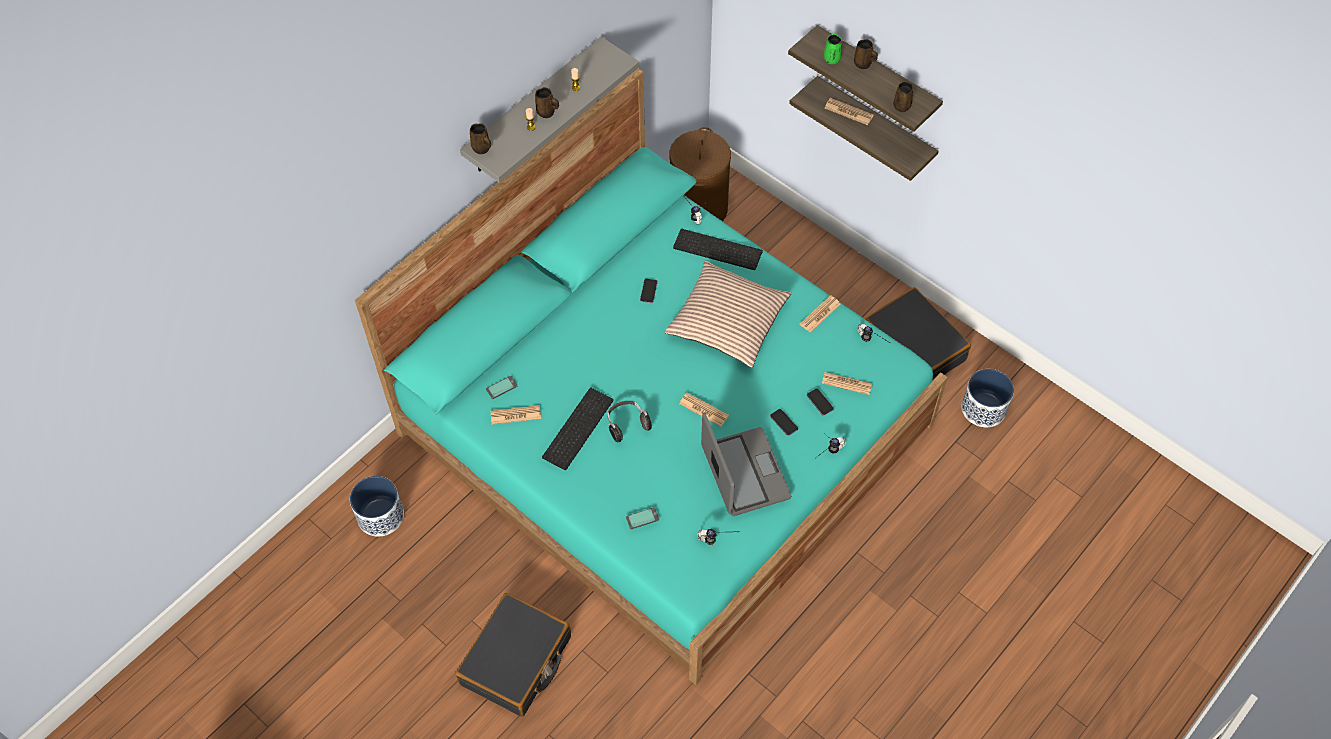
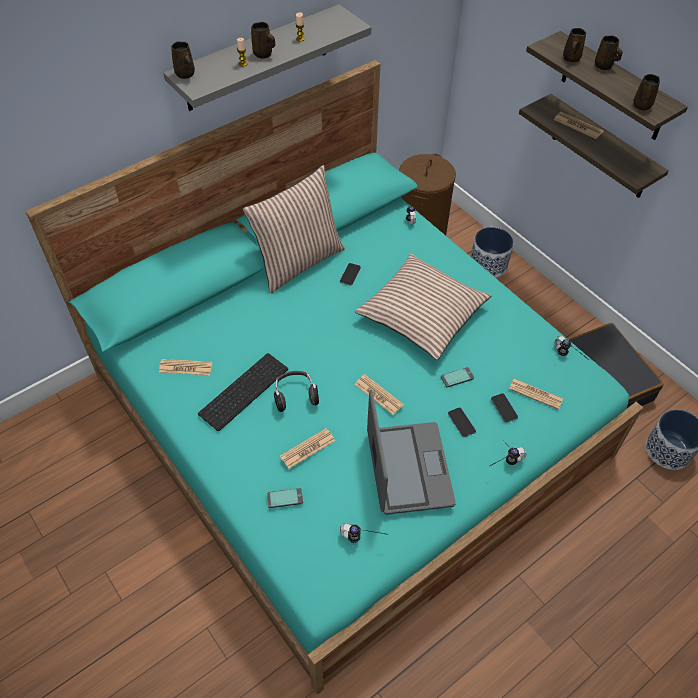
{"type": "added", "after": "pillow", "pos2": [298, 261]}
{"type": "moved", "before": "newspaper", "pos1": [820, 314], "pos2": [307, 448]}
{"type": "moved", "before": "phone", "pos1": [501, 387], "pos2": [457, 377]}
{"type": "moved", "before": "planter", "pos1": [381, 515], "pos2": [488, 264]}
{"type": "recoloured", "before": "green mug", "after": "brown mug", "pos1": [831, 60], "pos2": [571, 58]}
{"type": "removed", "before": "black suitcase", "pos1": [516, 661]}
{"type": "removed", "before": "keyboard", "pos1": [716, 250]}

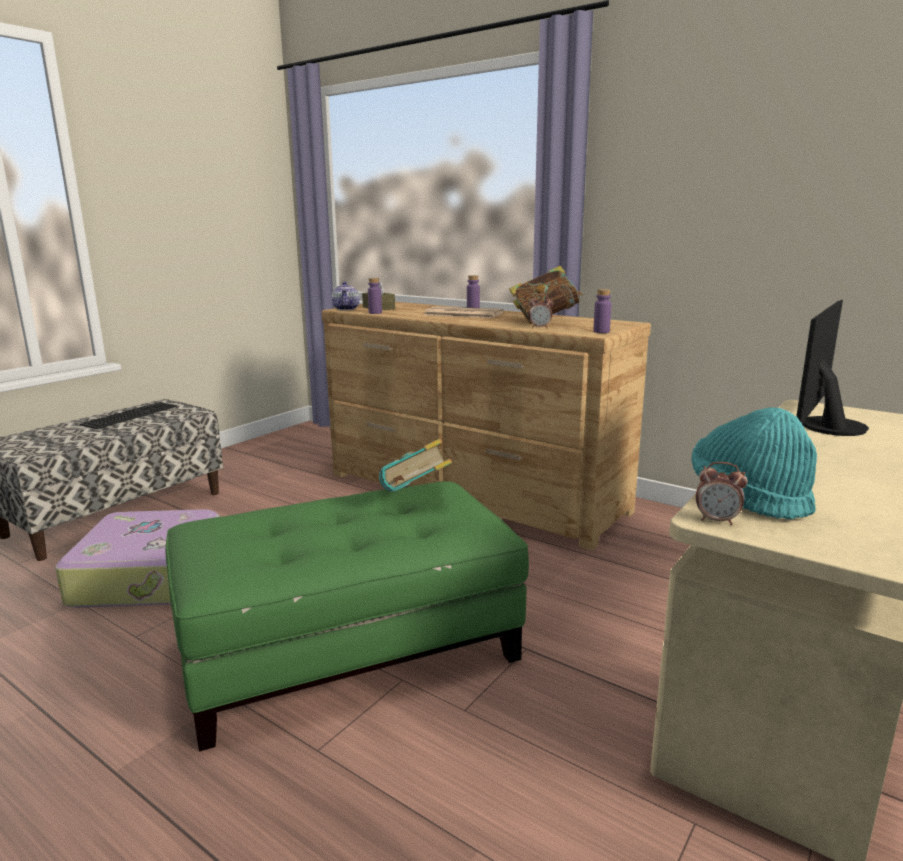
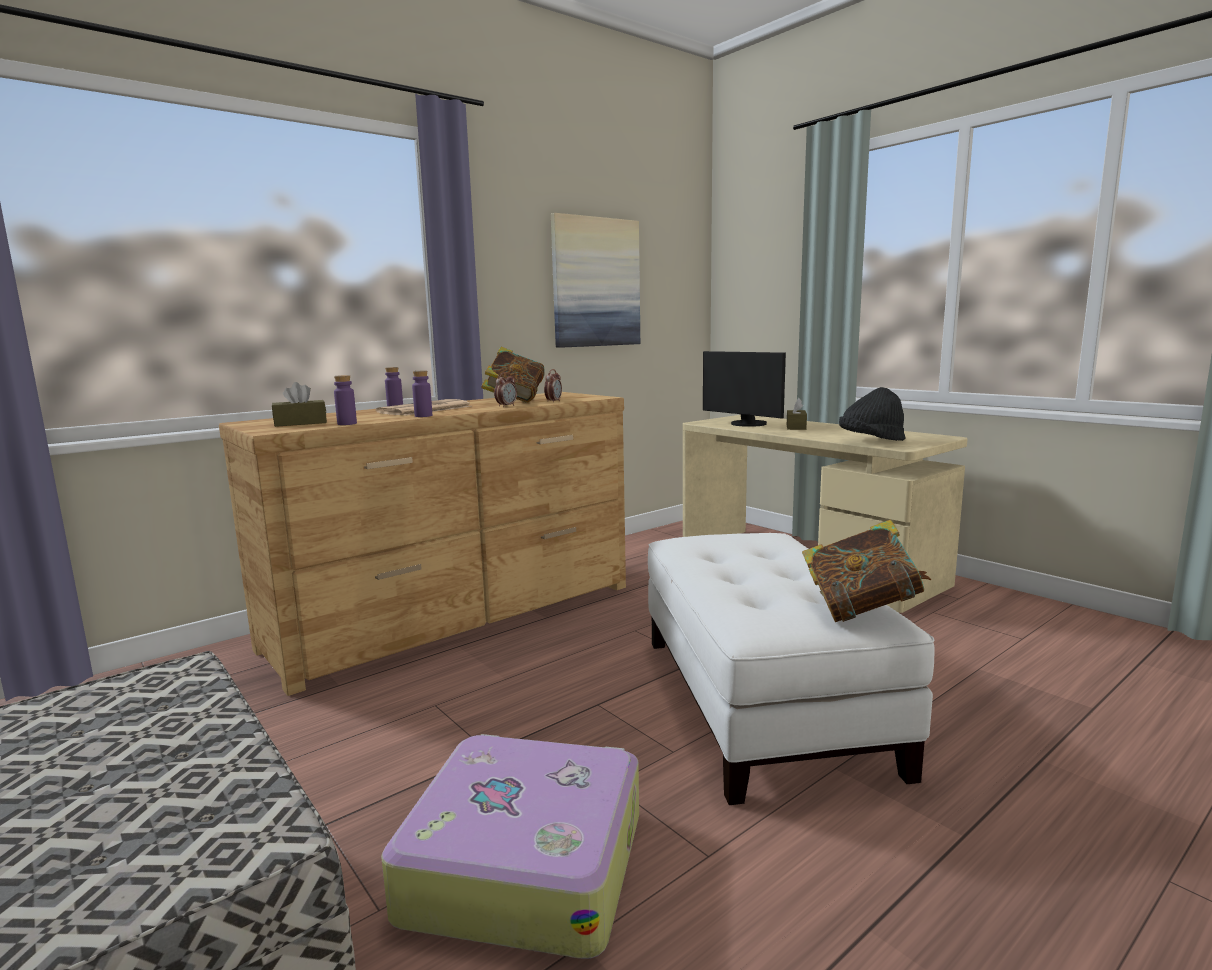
{"type": "moved", "before": "purple bottle", "pos1": [601, 332], "pos2": [423, 416]}
{"type": "moved", "before": "alarm clock", "pos1": [717, 520], "pos2": [506, 406]}
{"type": "added", "after": "picture", "pos2": [595, 283]}
{"type": "recoloured", "before": "green ottoman", "after": "white ottoman", "pos1": [351, 651], "pos2": [763, 700]}
{"type": "added", "after": "brown tissue box", "pos2": [796, 427]}
{"type": "moved", "before": "book", "pos1": [415, 498], "pos2": [861, 610]}
{"type": "recoloured", "before": "turquoise hat", "after": "black hat", "pos1": [748, 497], "pos2": [871, 441]}
{"type": "removed", "before": "keyboard", "pos1": [130, 414]}
{"type": "removed", "before": "teapot", "pos1": [346, 309]}

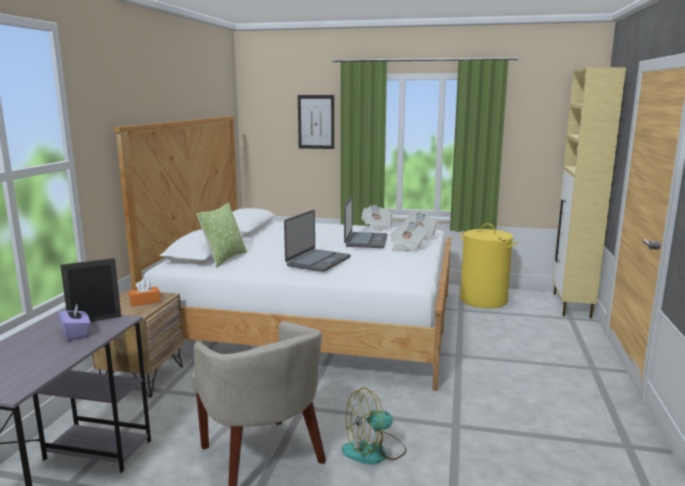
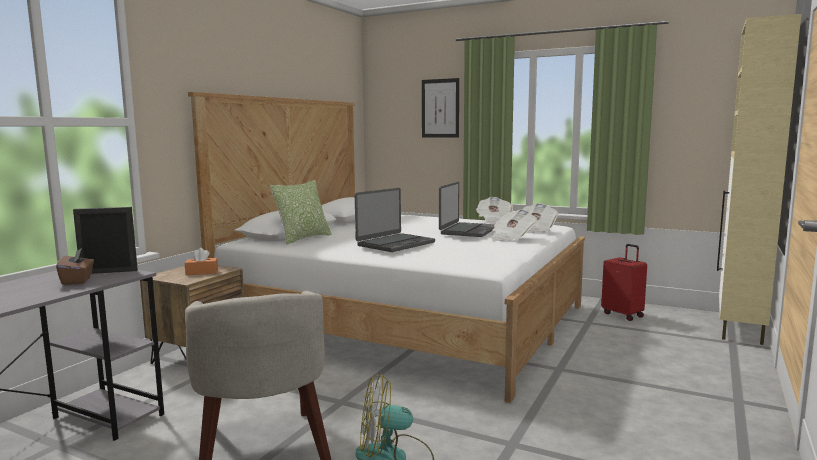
{"type": "recoloured", "before": "purple tissue box", "after": "brown tissue box", "pos1": [76, 333], "pos2": [77, 280]}
{"type": "replaced", "before": "yellow laundry basket", "after": "red suitcase", "pos1": [483, 300], "pos2": [623, 315]}

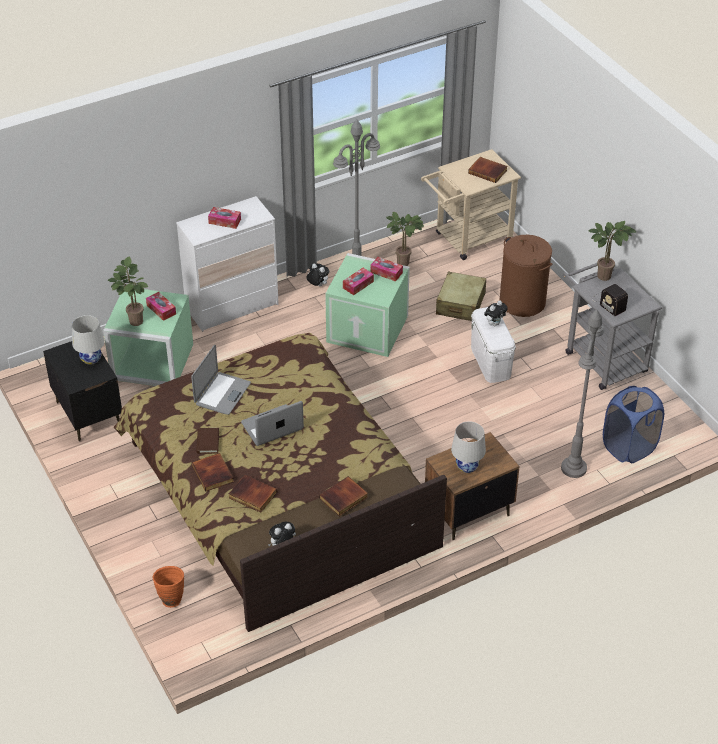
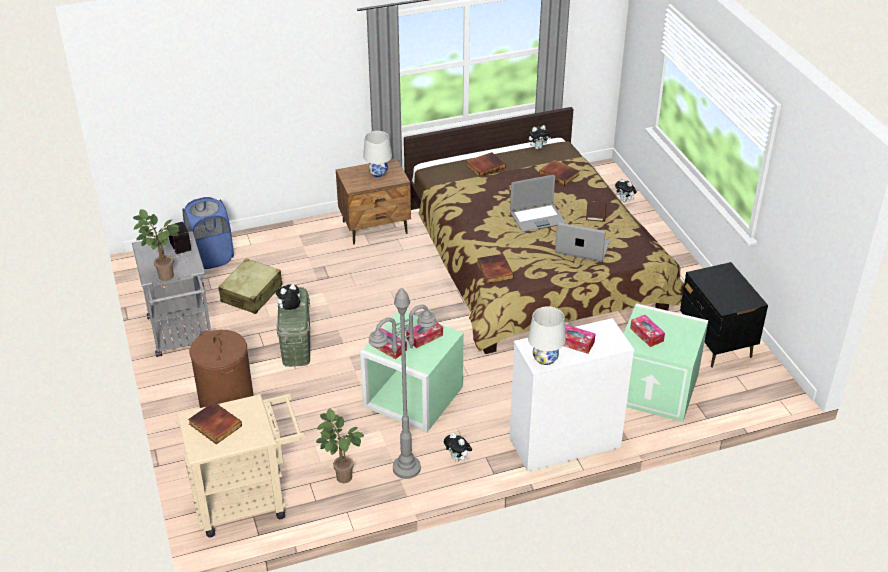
{"type": "moved", "before": "beige suitcase", "pos1": [460, 304], "pos2": [252, 294]}
{"type": "recoloured", "before": "white storage box", "after": "green storage box", "pos1": [490, 362], "pos2": [296, 345]}
{"type": "moved", "before": "book", "pos1": [213, 474], "pos2": [494, 270]}
{"type": "moved", "before": "white table lamp", "pos1": [91, 359], "pos2": [545, 358]}
{"type": "turned", "before": "laptop", "pos1": [222, 394], "pos2": [582, 248], "turn": 75}
{"type": "replaced", "before": "orange vase", "after": "plush toy", "pos1": [170, 598], "pos2": [624, 200]}
{"type": "removed", "before": "potted plant", "pos1": [133, 320]}
{"type": "removed", "before": "grey floor lamp", "pos1": [573, 468]}

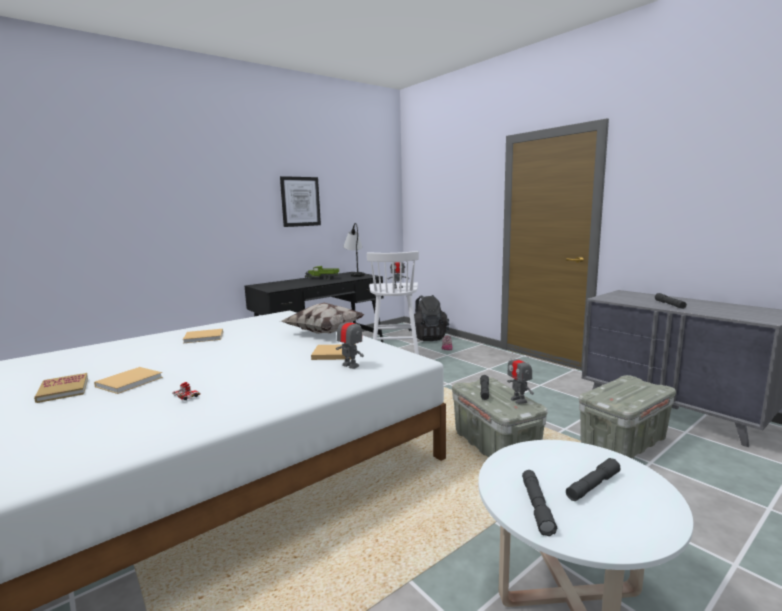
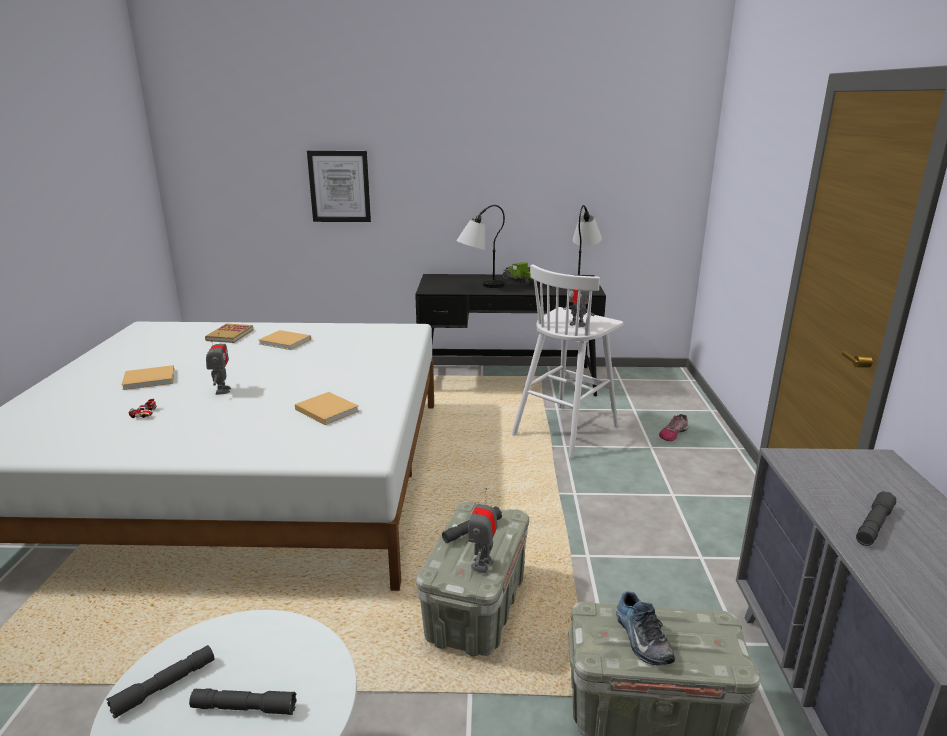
{"type": "moved", "before": "book", "pos1": [63, 390], "pos2": [230, 335]}
{"type": "moved", "before": "toy robot", "pos1": [350, 365], "pos2": [222, 390]}
{"type": "moved", "before": "picture", "pos1": [300, 201], "pos2": [339, 186]}
{"type": "added", "after": "table lamp", "pos2": [479, 286]}
{"type": "added", "after": "shoe", "pos2": [640, 638]}
{"type": "removed", "before": "pillow", "pos1": [324, 331]}
{"type": "removed", "before": "black backpack", "pos1": [428, 337]}

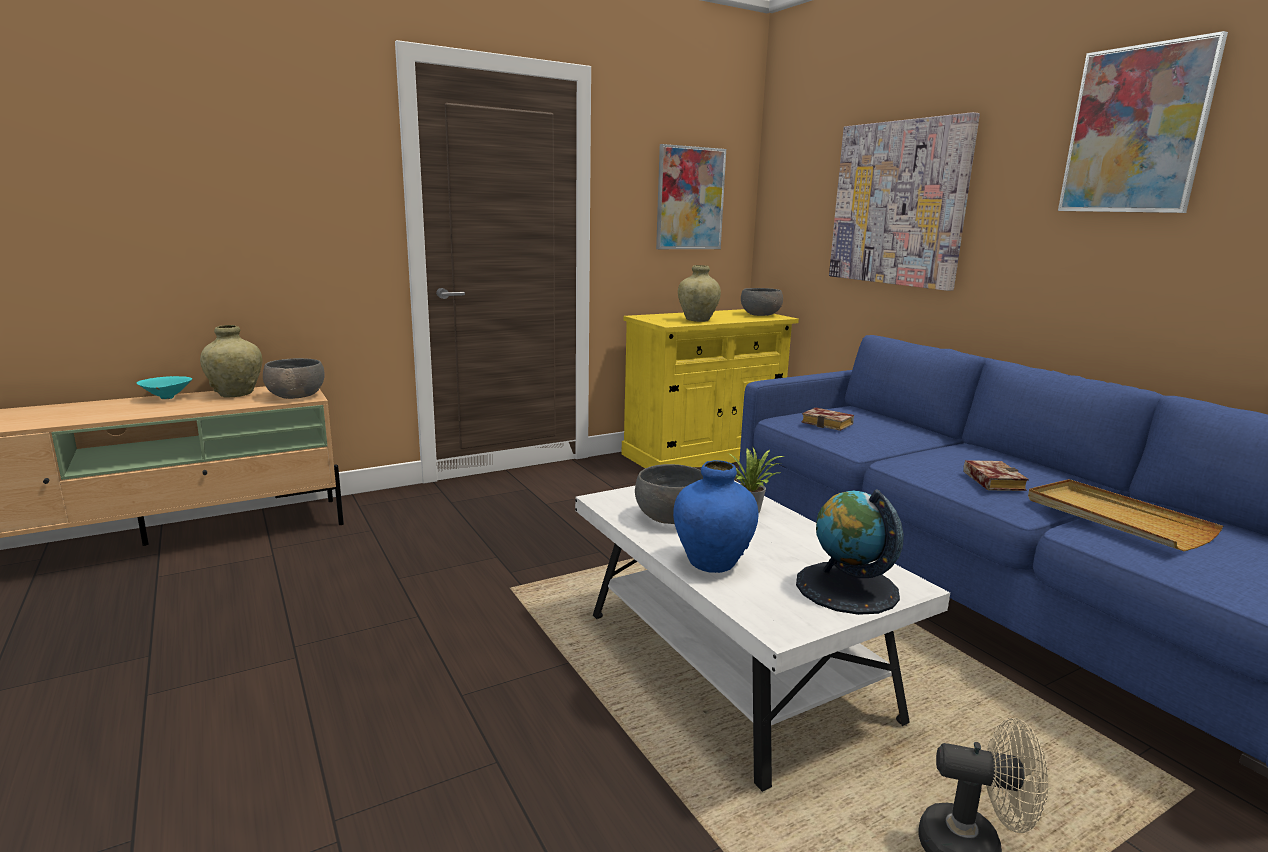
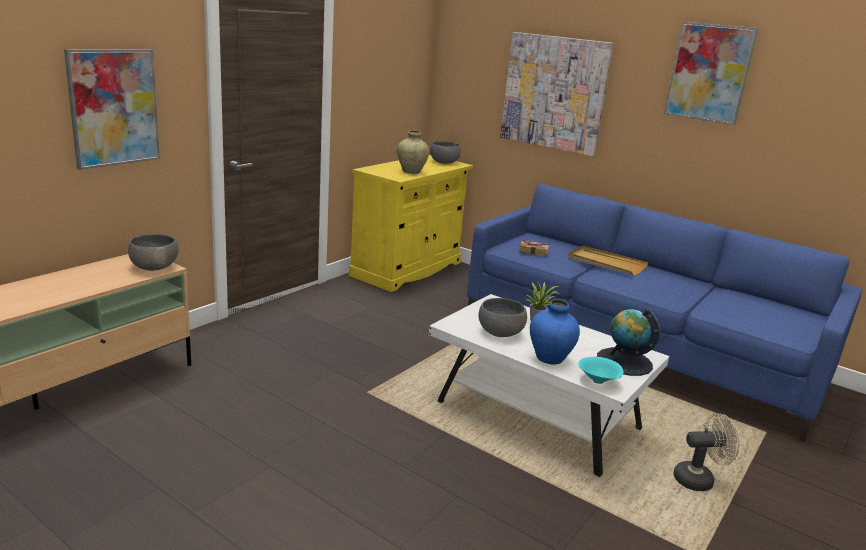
{"type": "moved", "before": "picture", "pos1": [690, 198], "pos2": [114, 107]}
{"type": "moved", "before": "beige tray", "pos1": [1115, 518], "pos2": [606, 263]}
{"type": "moved", "before": "turquoise bowl", "pos1": [166, 398], "pos2": [598, 381]}
{"type": "removed", "before": "beige vase", "pos1": [236, 394]}
{"type": "removed", "before": "book", "pos1": [990, 480]}

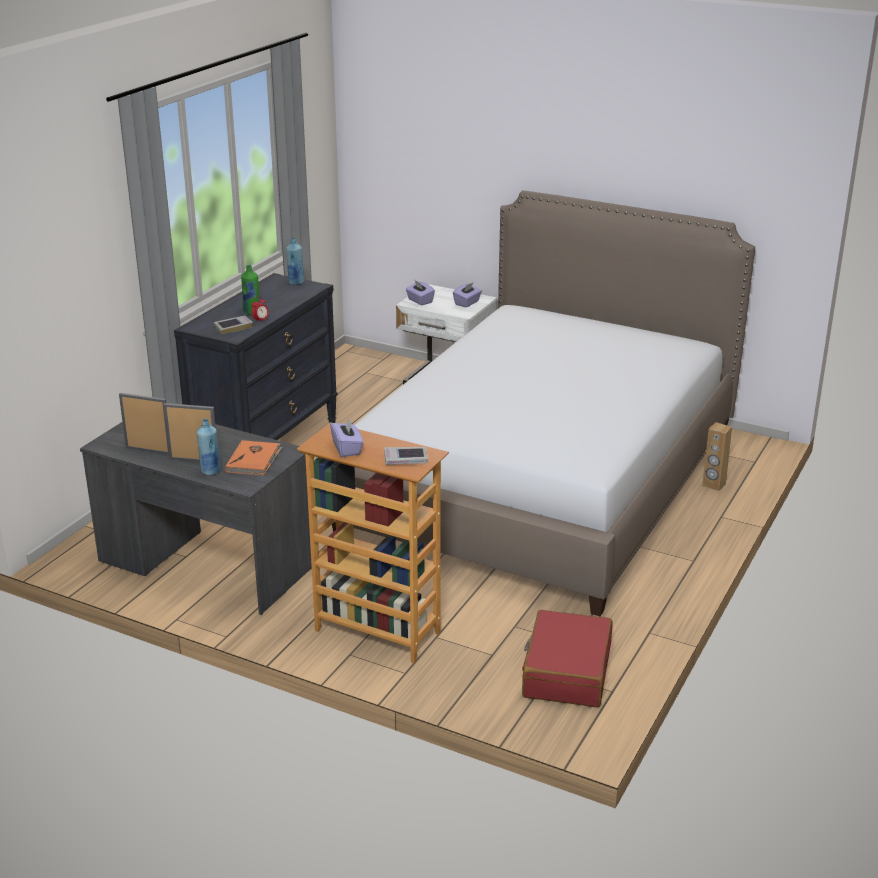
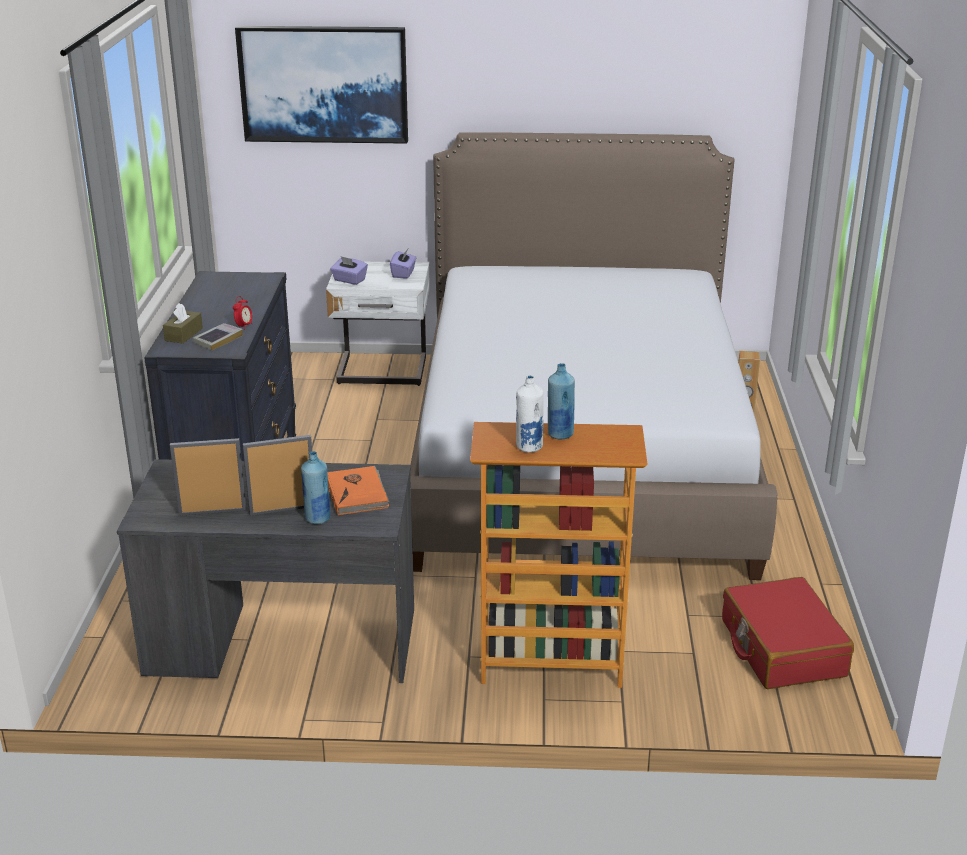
{"type": "added", "after": "brown tissue box", "pos2": [184, 334]}
{"type": "added", "after": "picture", "pos2": [324, 84]}
{"type": "replaced", "before": "purple tissue box", "after": "white bottle", "pos1": [347, 449], "pos2": [529, 447]}
{"type": "moved", "before": "blue bottle", "pos1": [296, 283], "pos2": [560, 434]}
{"type": "removed", "before": "green bottle", "pos1": [251, 312]}
{"type": "removed", "before": "book", "pos1": [406, 459]}

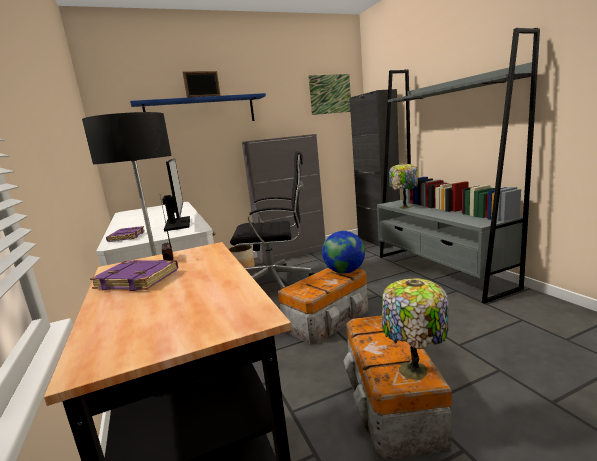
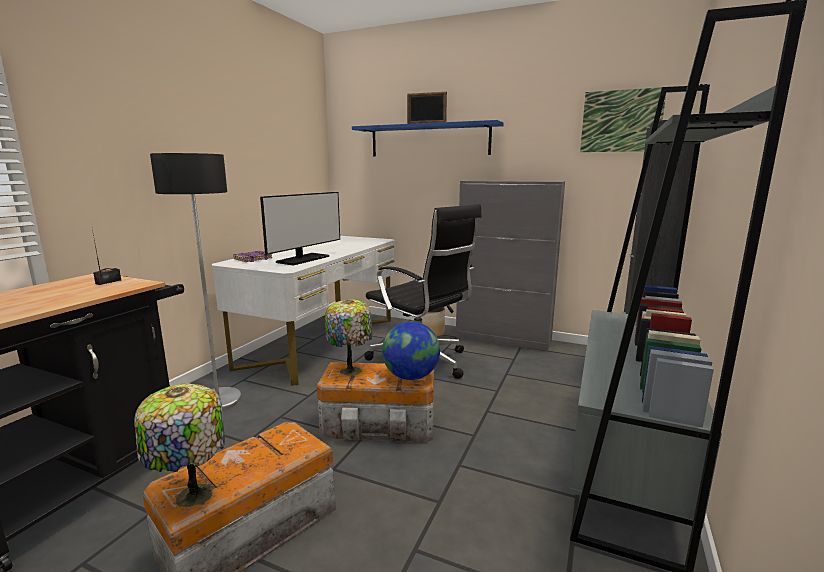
{"type": "moved", "before": "table lamp", "pos1": [404, 207], "pos2": [351, 370]}
{"type": "removed", "before": "purple book", "pos1": [139, 279]}

